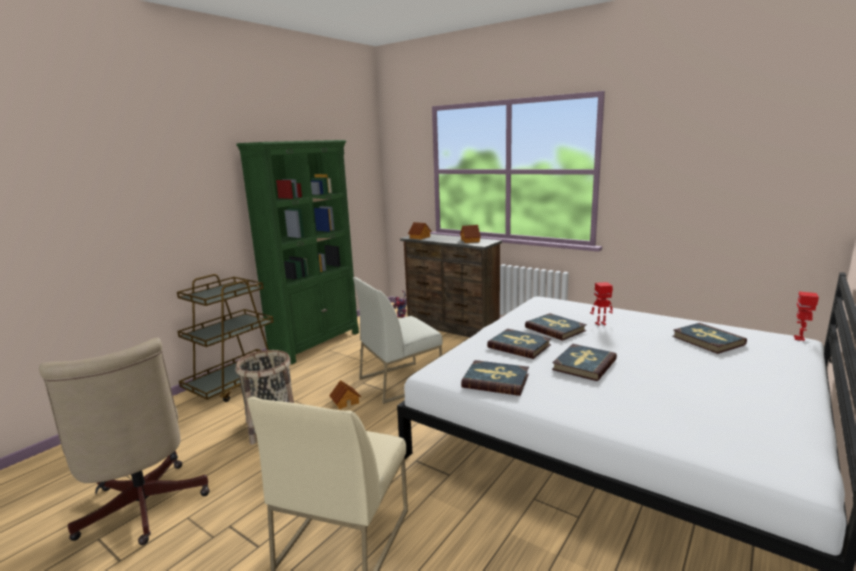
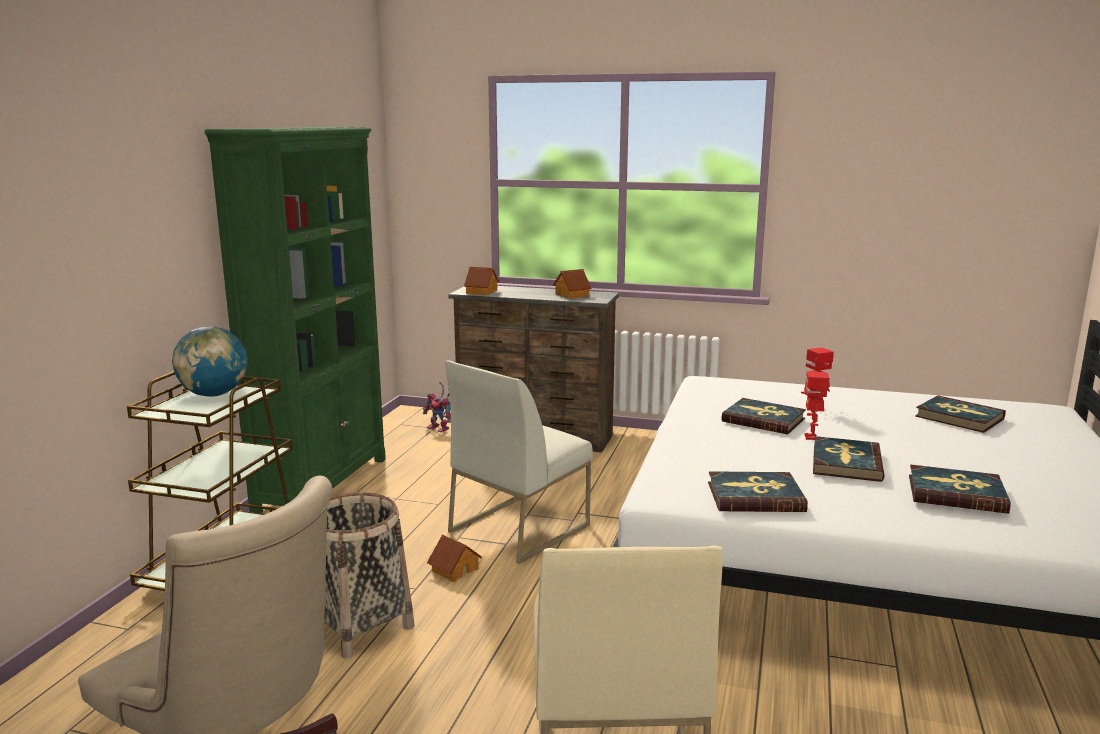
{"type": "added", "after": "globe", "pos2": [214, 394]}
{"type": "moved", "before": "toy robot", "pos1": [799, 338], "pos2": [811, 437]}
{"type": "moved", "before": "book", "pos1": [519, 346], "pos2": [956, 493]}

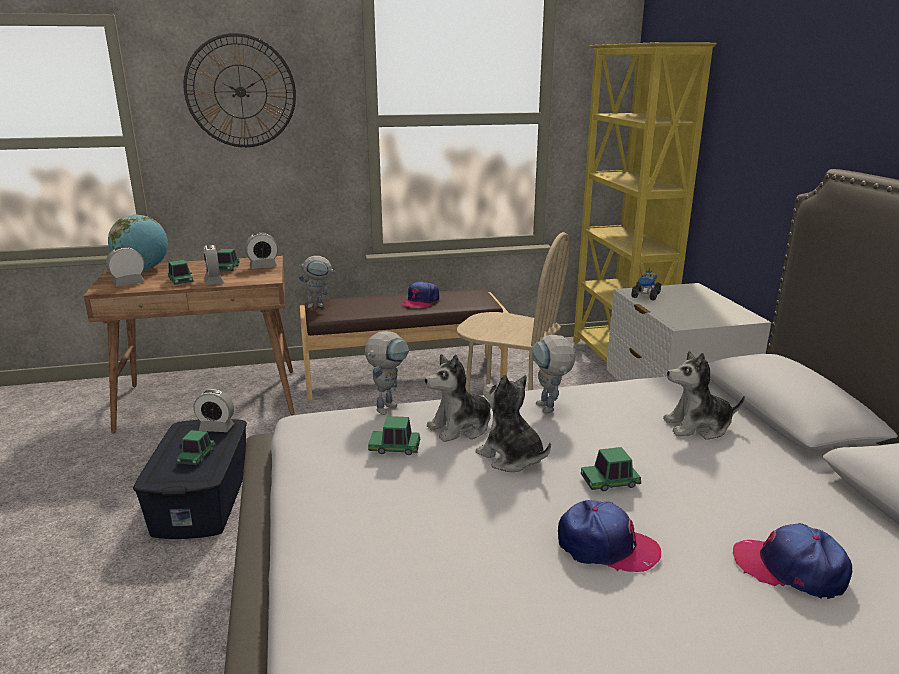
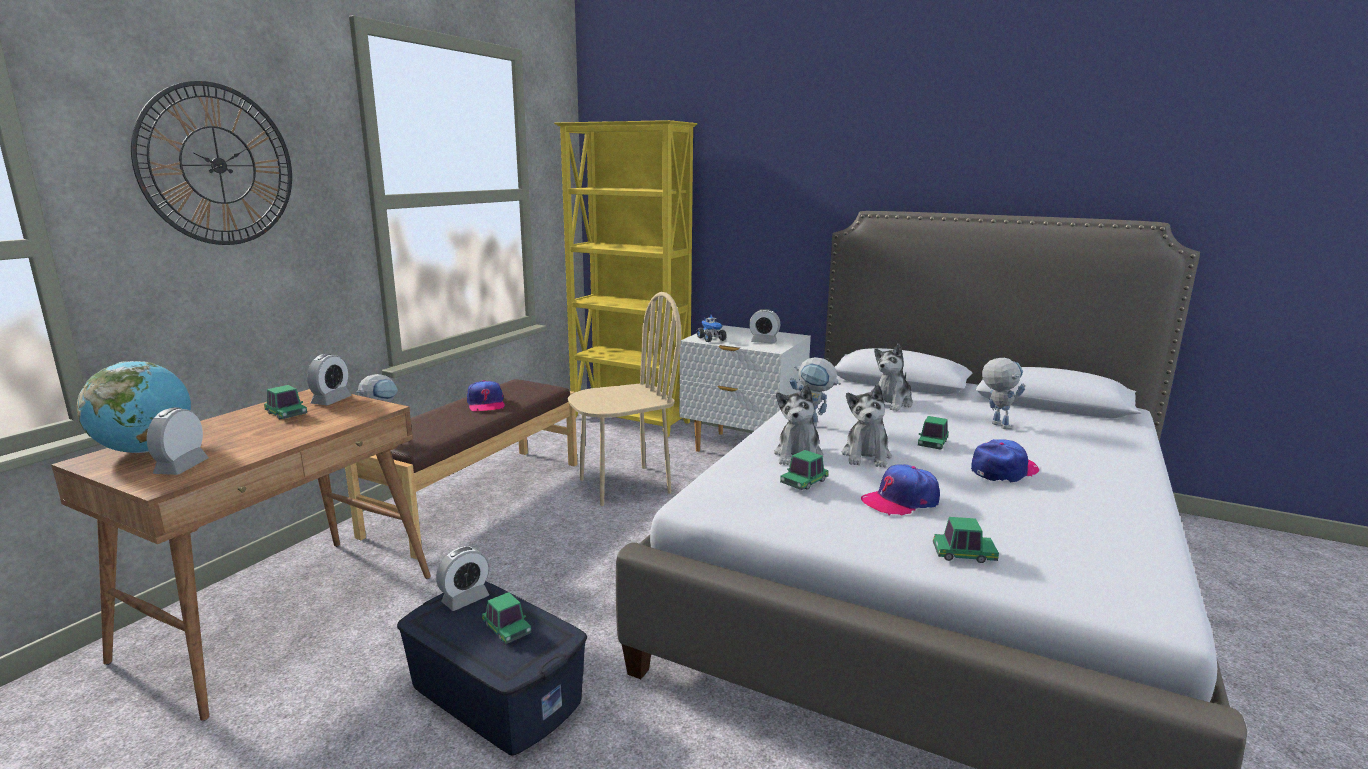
{"type": "moved", "before": "alarm clock", "pos1": [214, 281], "pos2": [764, 342]}
{"type": "turned", "before": "plush toy", "pos1": [511, 457], "pos2": [866, 456], "turn": -75}
{"type": "moved", "before": "cap", "pos1": [790, 569], "pos2": [900, 501]}
{"type": "moved", "before": "toy car", "pos1": [180, 281], "pos2": [963, 554]}
{"type": "moved", "before": "toy robot", "pos1": [388, 406], "pos2": [995, 424]}

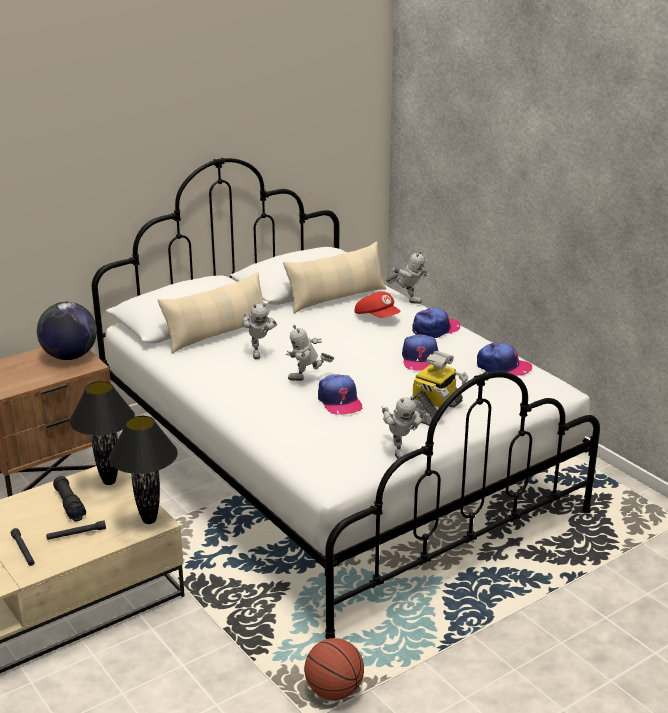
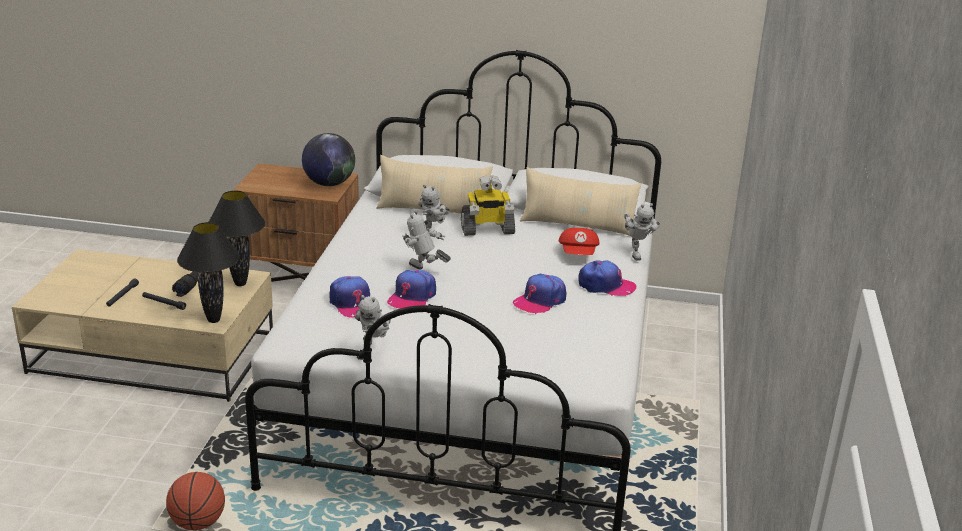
{"type": "moved", "before": "cap", "pos1": [503, 366], "pos2": [352, 304]}
{"type": "moved", "before": "toy robot", "pos1": [434, 411], "pos2": [487, 230]}

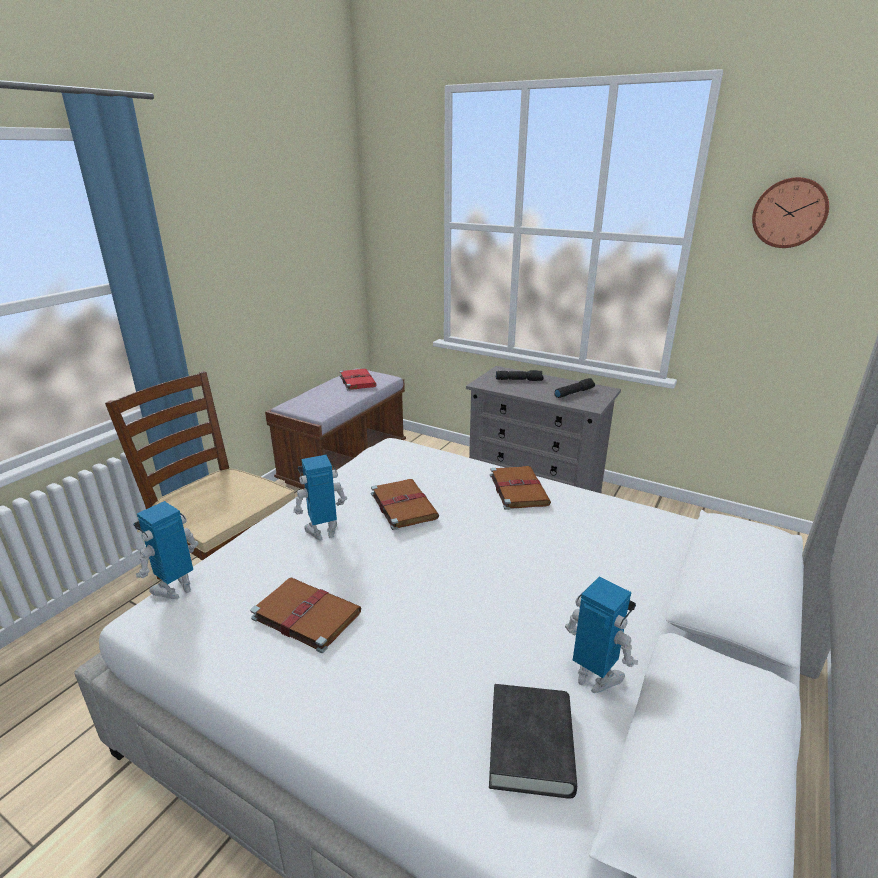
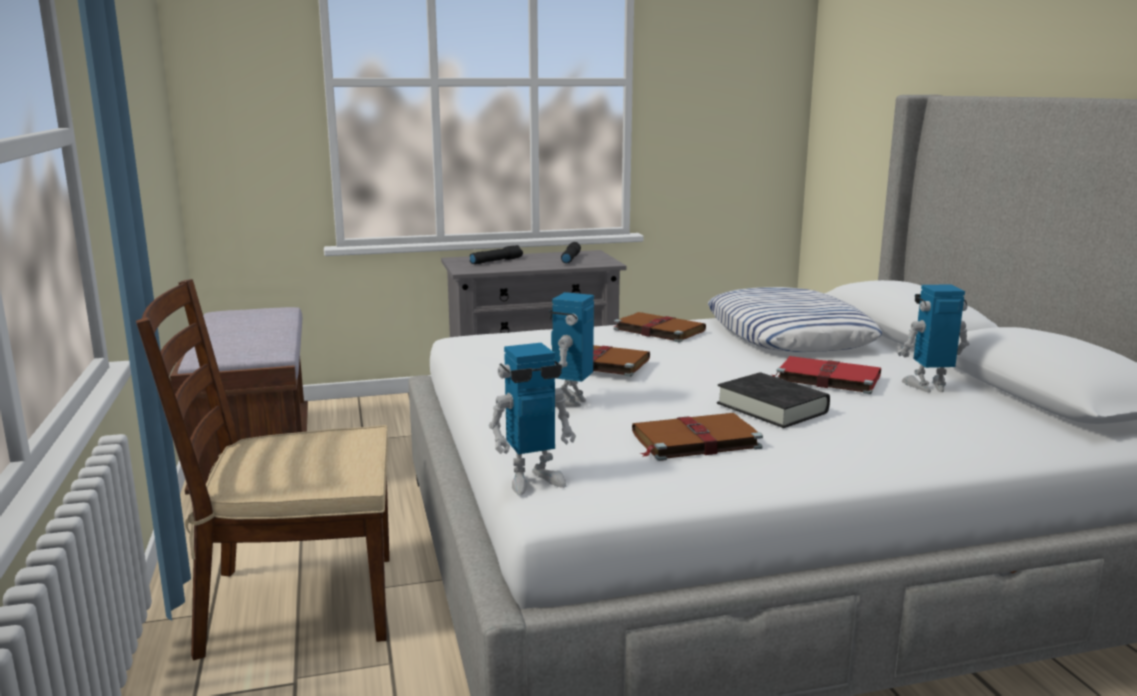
{"type": "turned", "before": "toy robot", "pos1": [175, 589], "pos2": [533, 479], "turn": -105}
{"type": "added", "after": "pillow", "pos2": [789, 334]}
{"type": "moved", "before": "black book", "pos1": [531, 745], "pos2": [772, 408]}
{"type": "moved", "before": "red book", "pos1": [357, 381], "pos2": [826, 378]}
{"type": "removed", "before": "wall clock", "pos1": [789, 213]}

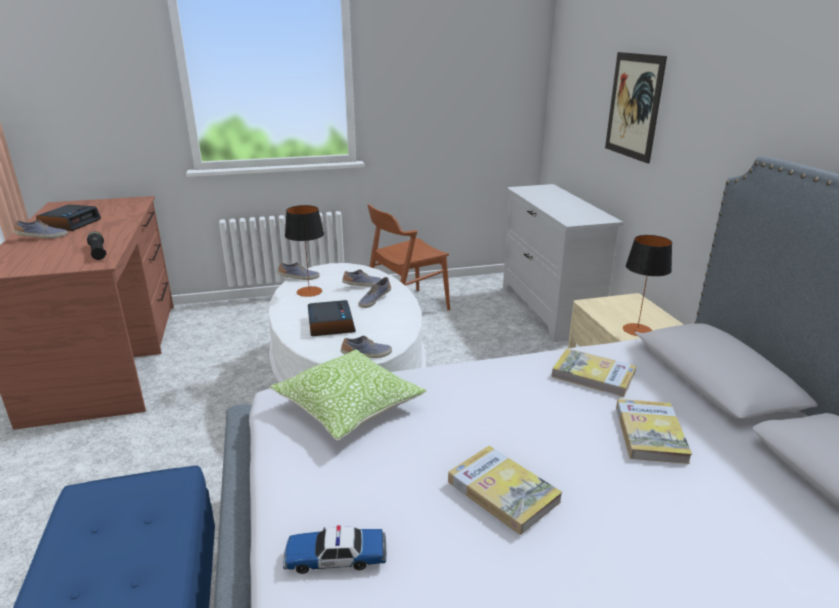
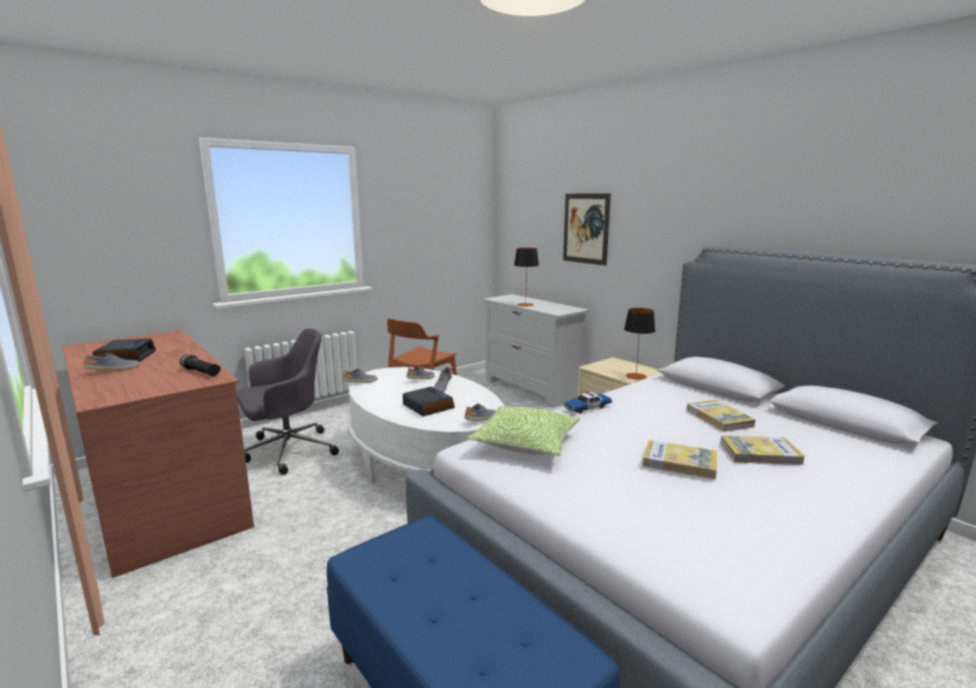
{"type": "added", "after": "grey office chair", "pos2": [287, 451]}
{"type": "moved", "before": "table lamp", "pos1": [309, 291], "pos2": [525, 305]}
{"type": "moved", "before": "toy car", "pos1": [336, 557], "pos2": [587, 407]}
{"type": "moved", "before": "book", "pos1": [593, 375], "pos2": [760, 453]}

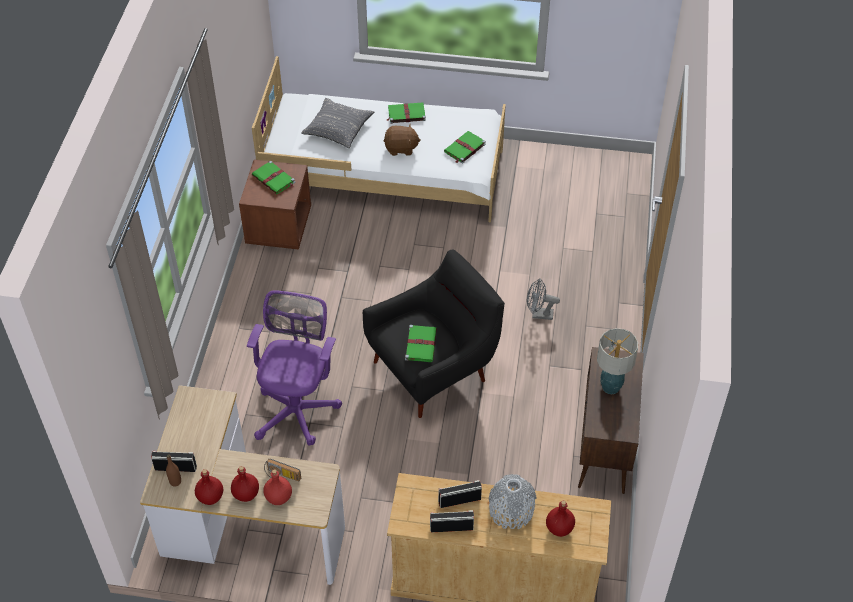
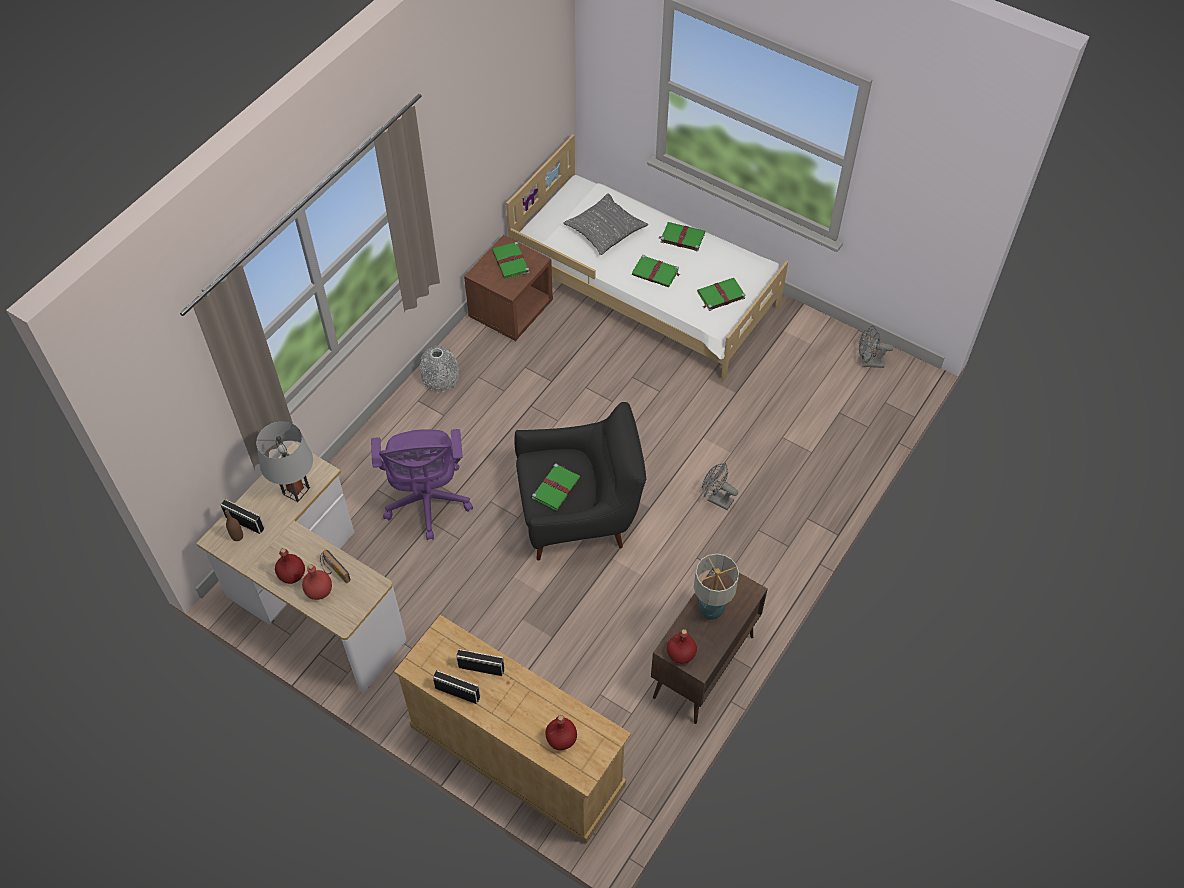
{"type": "added", "after": "grey table lamp", "pos2": [296, 491]}
{"type": "turned", "before": "purple office chair", "pos1": [297, 408], "pos2": [428, 503], "turn": 135}
{"type": "moved", "before": "grey vase", "pos1": [511, 510], "pos2": [440, 378]}
{"type": "replaced", "before": "brown plush toy", "after": "green book", "pos1": [401, 148], "pos2": [656, 273]}
{"type": "moved", "before": "red bottle", "pos1": [211, 497], "pos2": [681, 655]}
{"type": "added", "after": "grey fan", "pos2": [868, 363]}

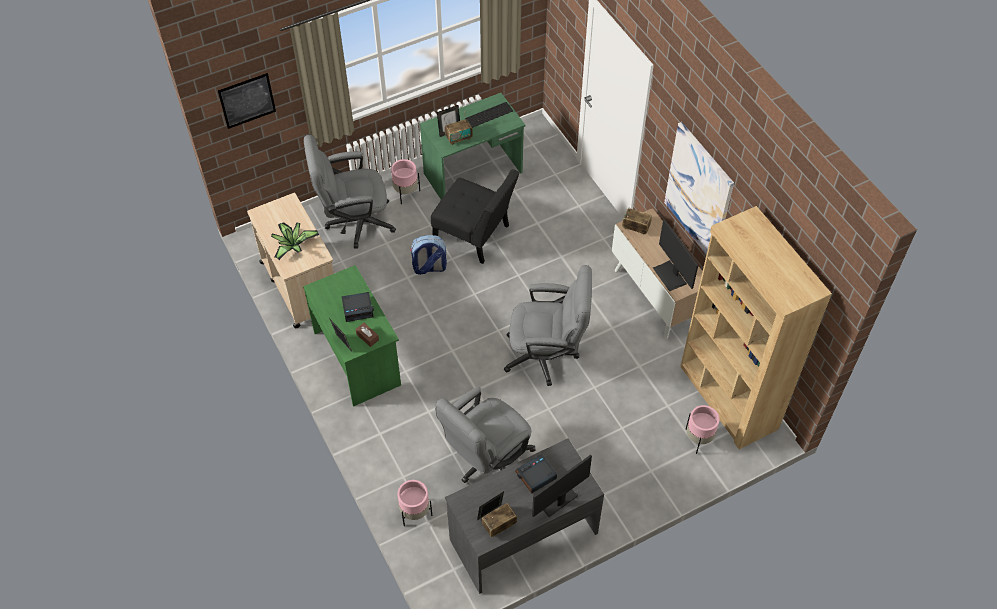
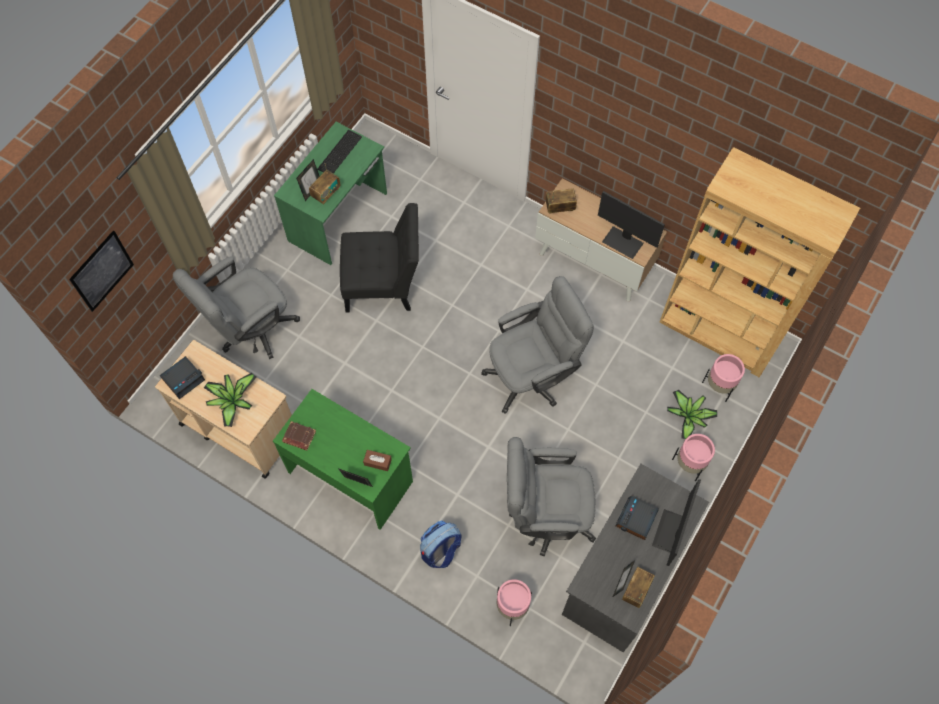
{"type": "moved", "before": "alarm clock", "pos1": [358, 308], "pos2": [183, 379]}
{"type": "added", "after": "brown book", "pos2": [299, 437]}
{"type": "moved", "before": "backpack", "pos1": [429, 268], "pos2": [441, 551]}
{"type": "turned", "before": "grey office chair", "pos1": [487, 461], "pos2": [545, 514], "turn": 75}
{"type": "added", "after": "potted plant", "pos2": [689, 417]}
{"type": "moved", "before": "pink planter", "pos1": [405, 193], "pos2": [689, 464]}
{"type": "removed", "before": "picture", "pos1": [698, 192]}

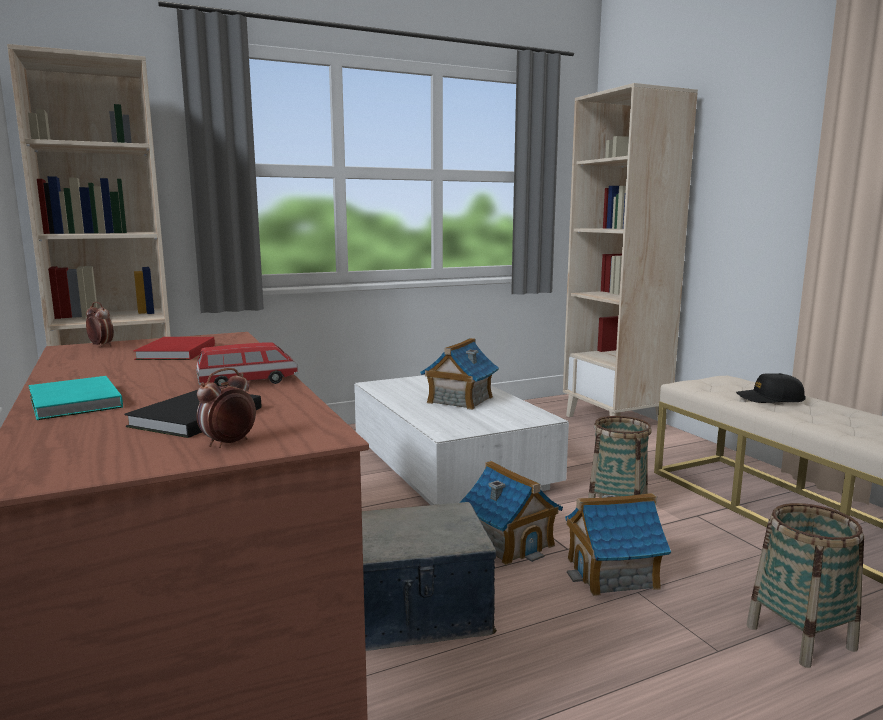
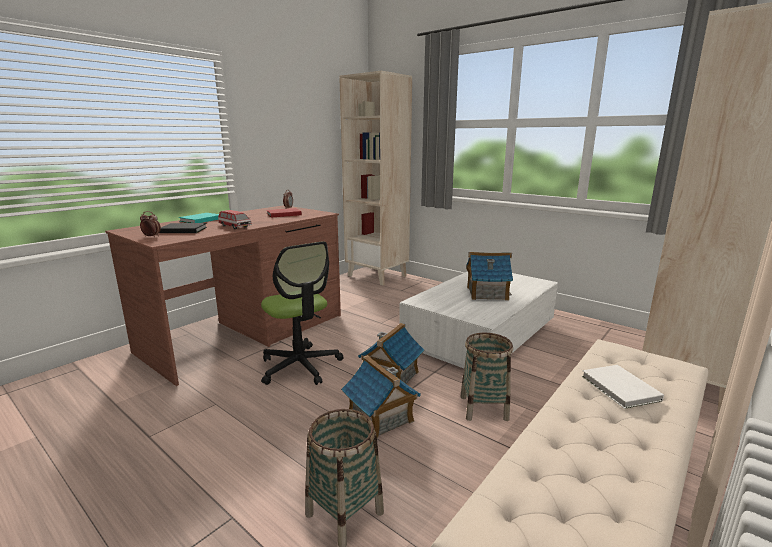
{"type": "replaced", "before": "storage box", "after": "office chair", "pos1": [417, 613], "pos2": [300, 366]}
{"type": "replaced", "before": "black cap", "after": "white book", "pos1": [770, 399], "pos2": [620, 389]}

